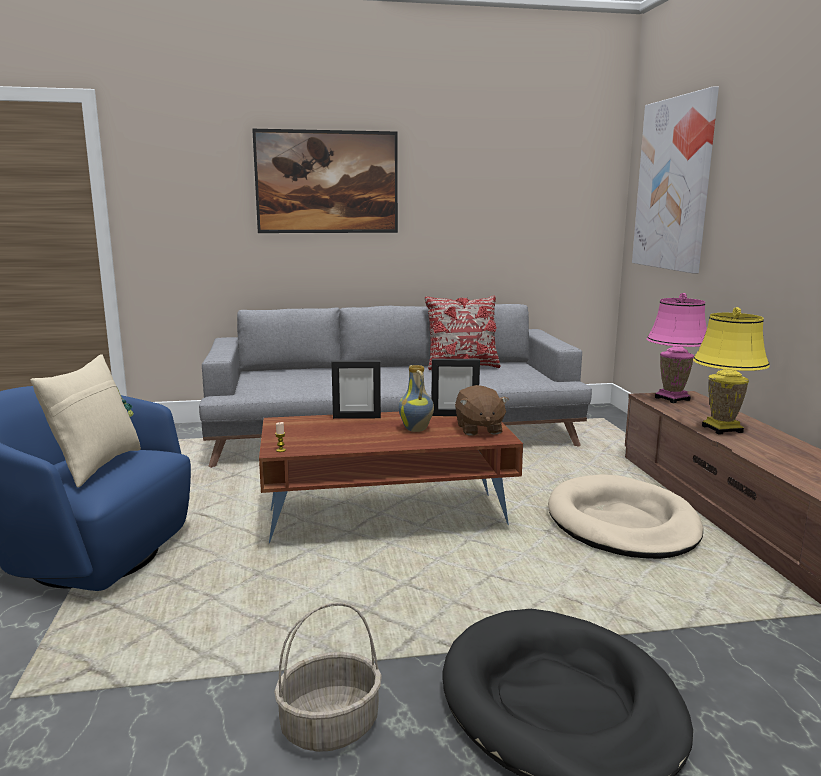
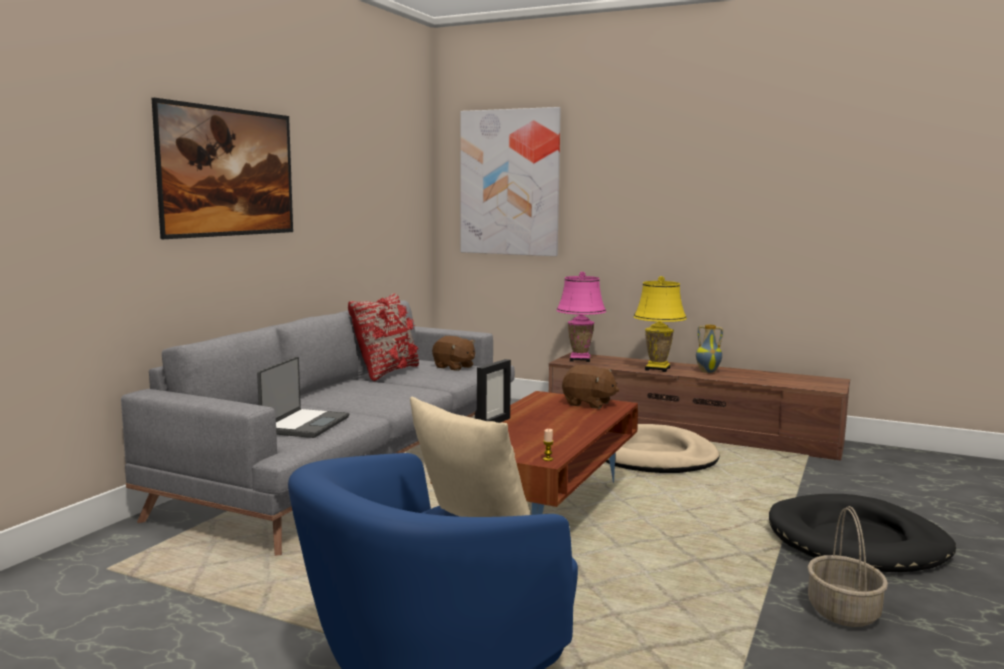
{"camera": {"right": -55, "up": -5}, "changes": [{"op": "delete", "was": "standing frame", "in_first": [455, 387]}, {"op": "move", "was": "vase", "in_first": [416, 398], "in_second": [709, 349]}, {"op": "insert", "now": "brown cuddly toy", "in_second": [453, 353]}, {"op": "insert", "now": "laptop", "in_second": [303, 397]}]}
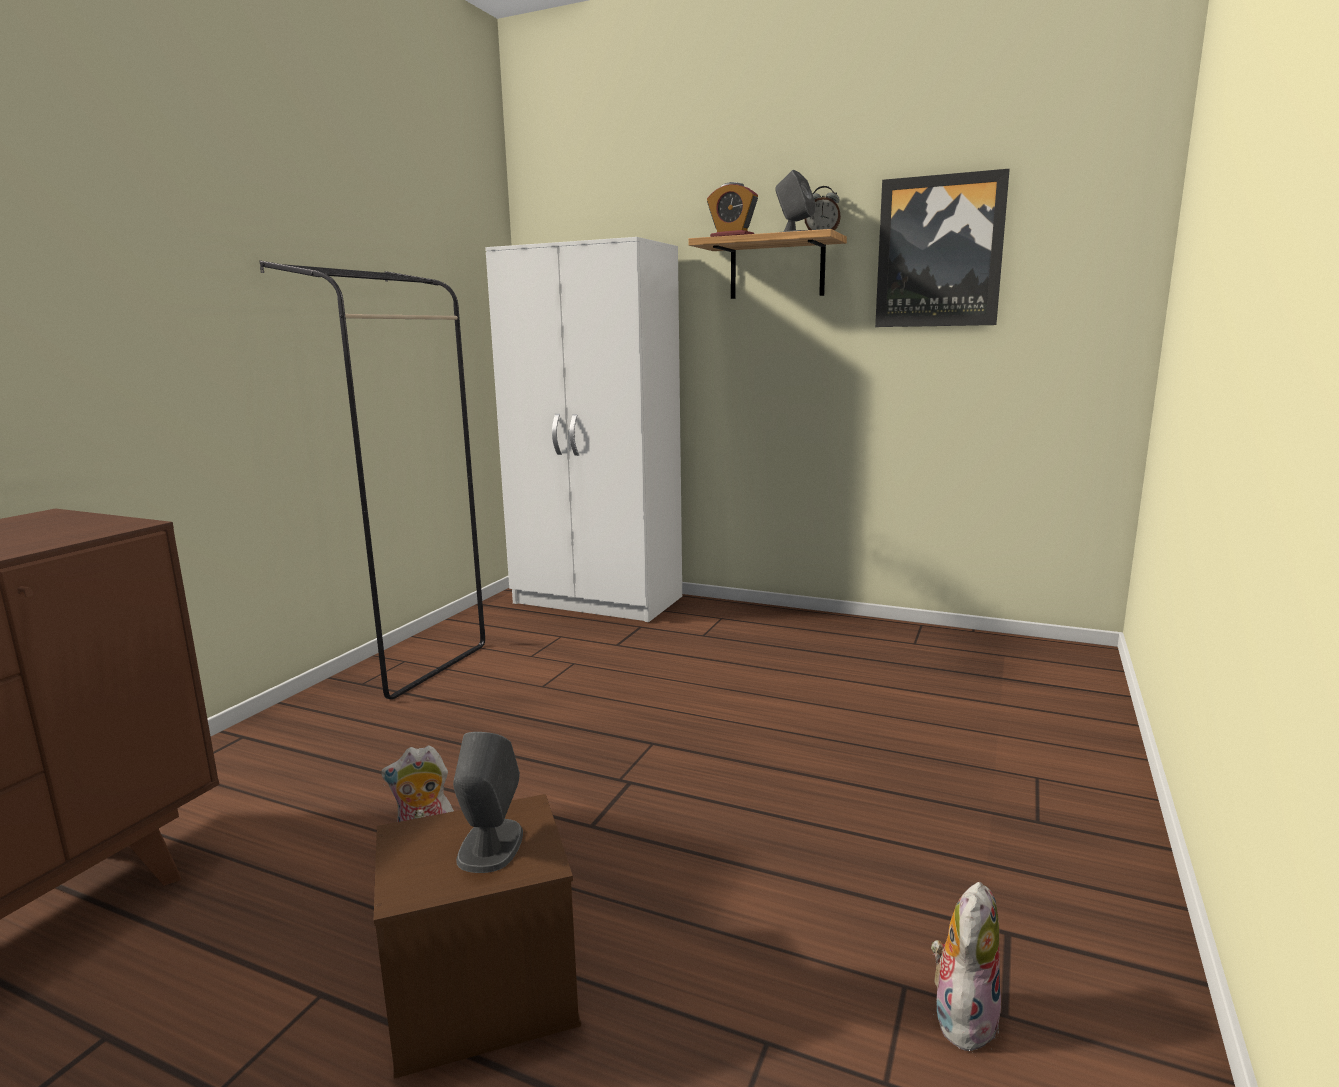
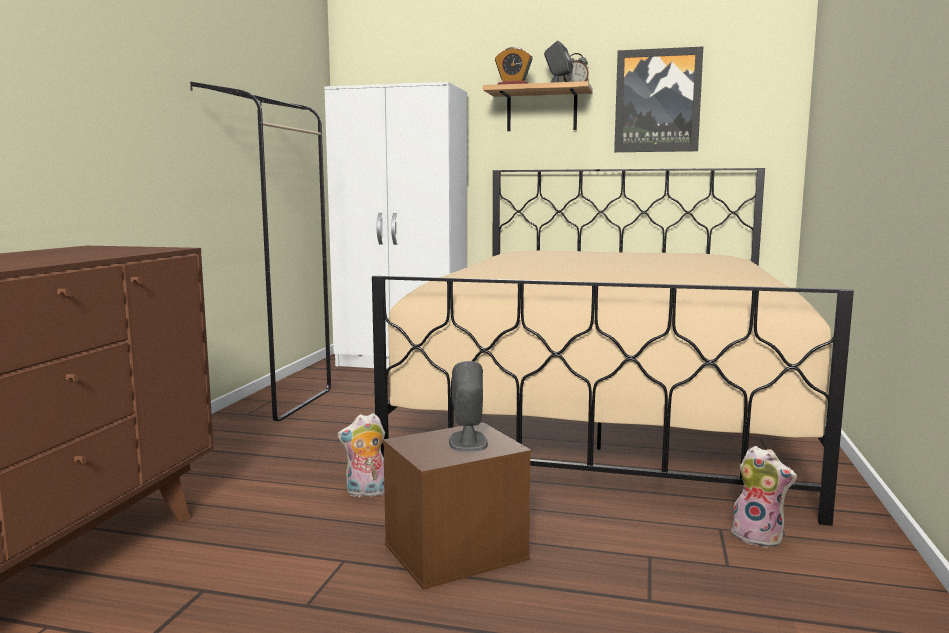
{"camera": {"right": -10, "up": -5}, "changes": [{"op": "rotate", "was": "cuddly toy", "in_first": [966, 969], "in_second": [764, 497], "clockwise": 105}, {"op": "insert", "now": "sand-coloured bedroom bed", "in_second": [613, 347]}]}
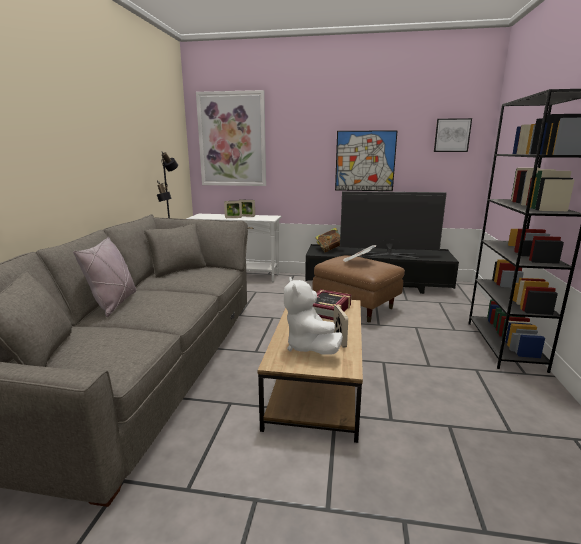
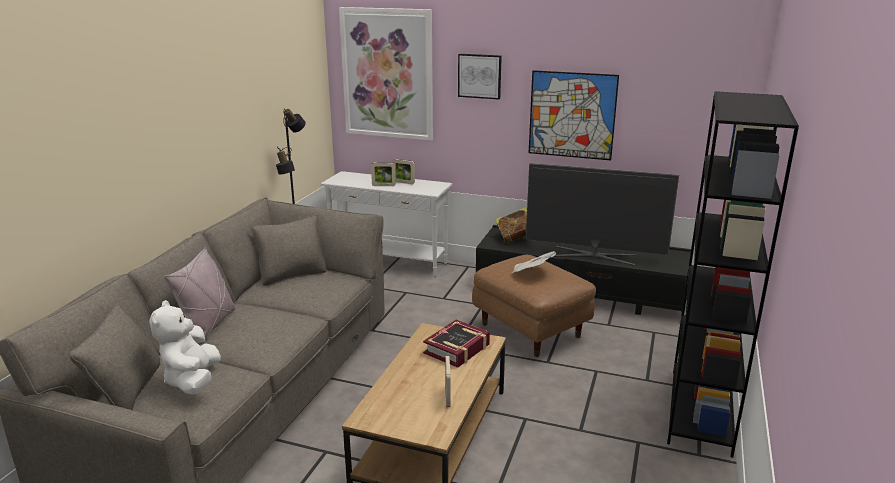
{"camera": {"right": 10, "up": 5}, "changes": [{"op": "move", "was": "picture", "in_first": [453, 135], "in_second": [480, 76]}, {"op": "move", "was": "white-coloured cuddly toy", "in_first": [313, 316], "in_second": [185, 347]}]}
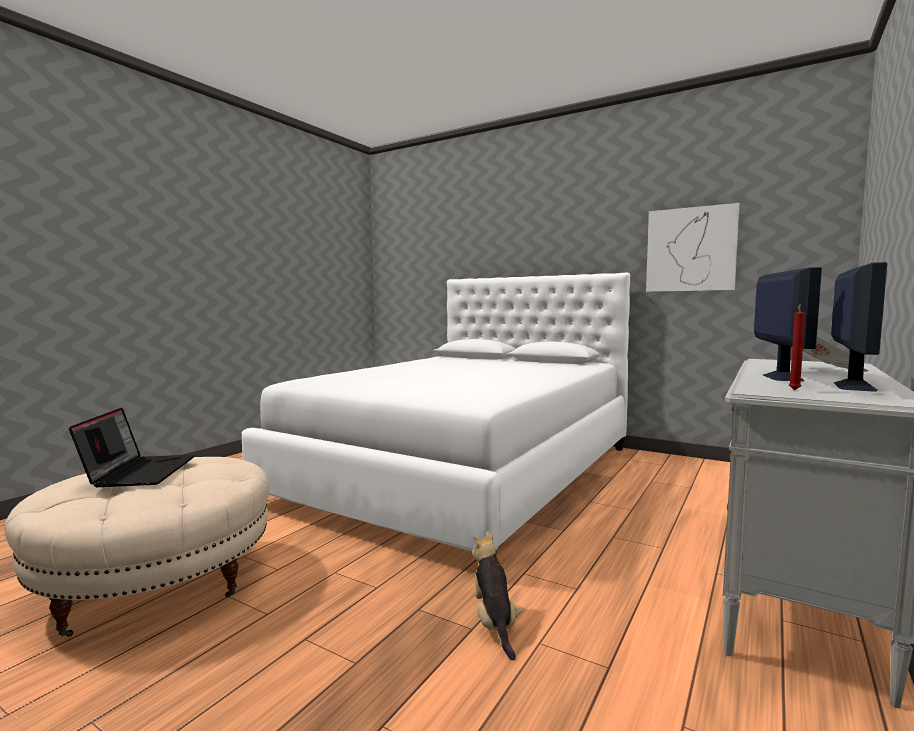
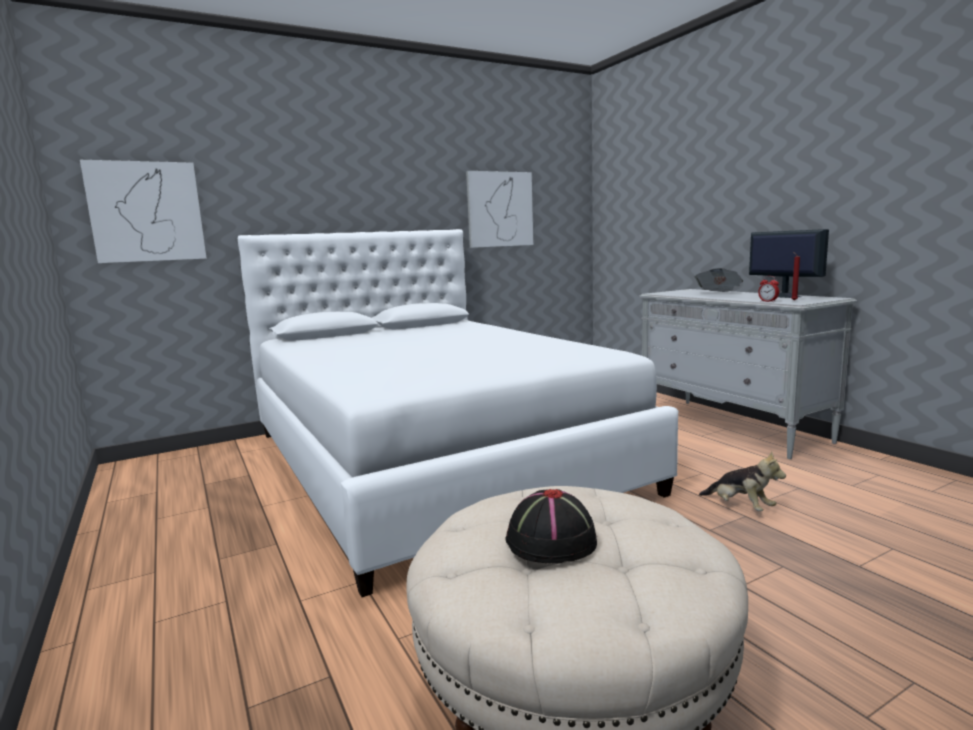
{"camera": {"right": -60, "up": 5}, "changes": [{"op": "delete", "was": "computer display", "in_first": [788, 324]}, {"op": "replace", "was": "laptop", "now": "black-coloured hat", "in_first": [132, 447], "in_second": [551, 526]}, {"op": "rotate", "was": "cuddly toy", "in_first": [497, 595], "in_second": [742, 481], "clockwise": -150}, {"op": "insert", "now": "picture", "in_second": [143, 211]}, {"op": "insert", "now": "table clock", "in_second": [768, 289]}]}
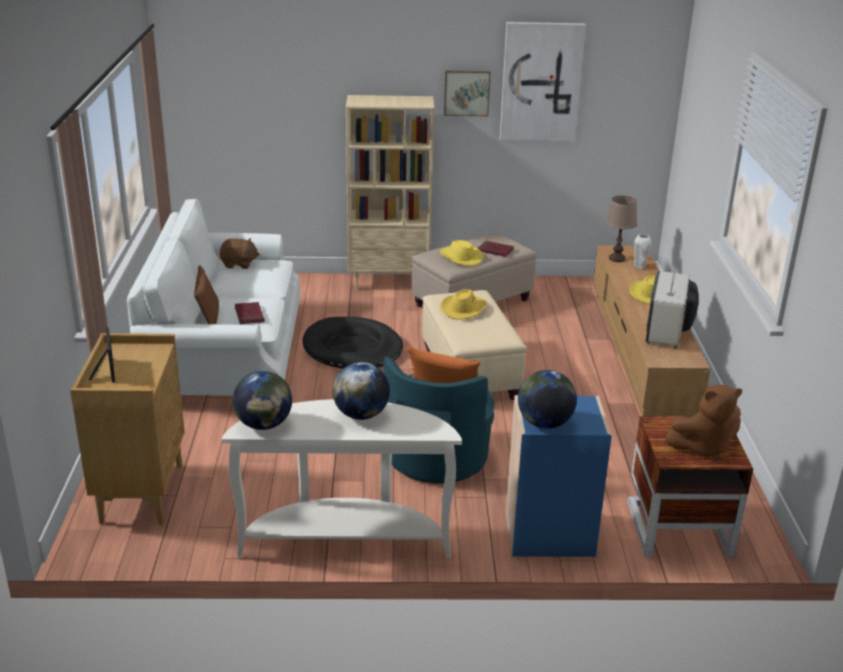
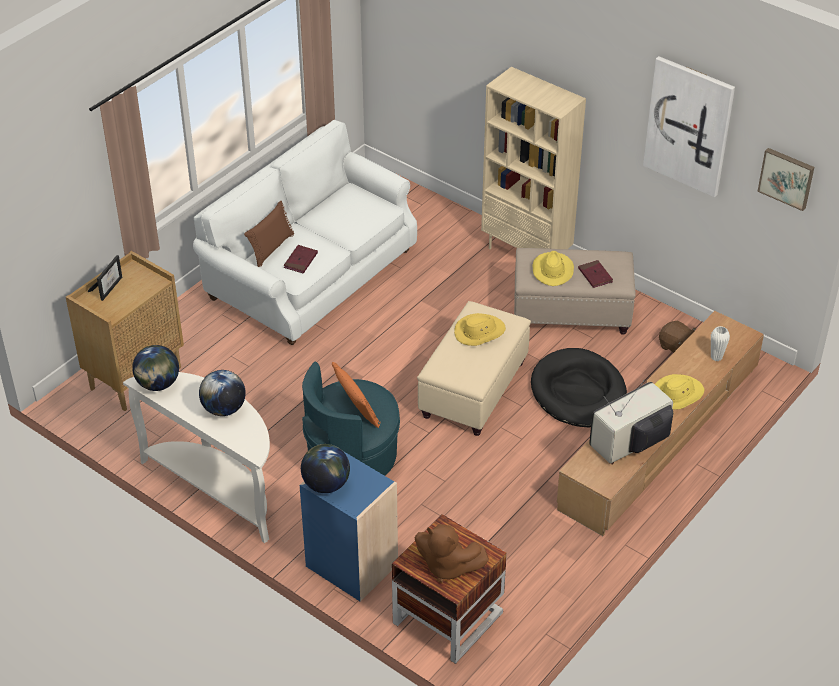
{"camera": {"right": 40, "up": 15}, "changes": [{"op": "move", "was": "picture", "in_first": [467, 93], "in_second": [785, 179]}, {"op": "delete", "was": "brown table lamp", "in_first": [621, 229]}, {"op": "move", "was": "brown cuddly toy", "in_first": [239, 253], "in_second": [677, 337]}, {"op": "move", "was": "black-coloured pet bed", "in_first": [352, 343], "in_second": [579, 387]}]}
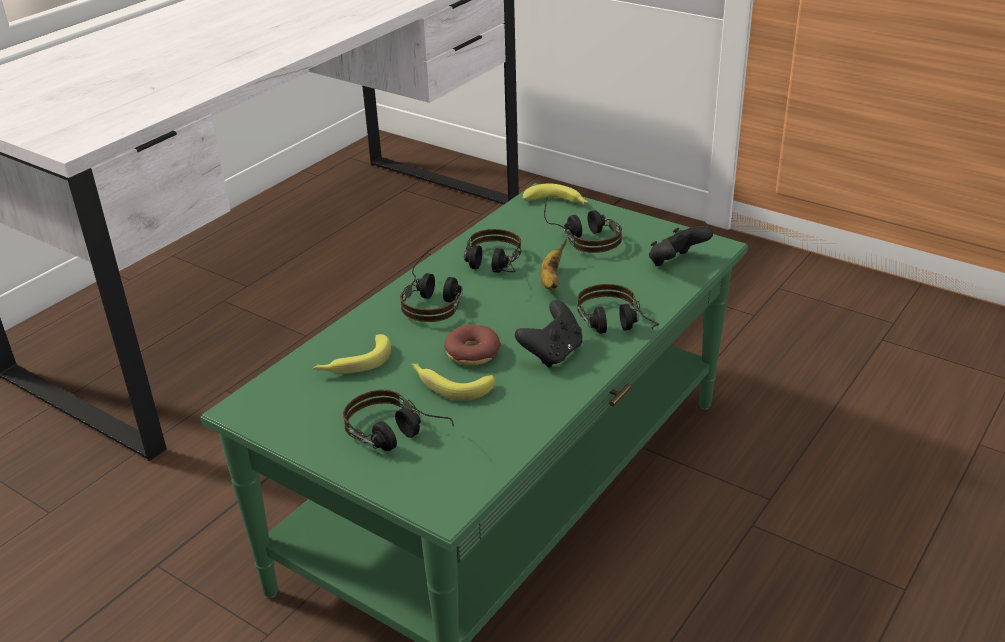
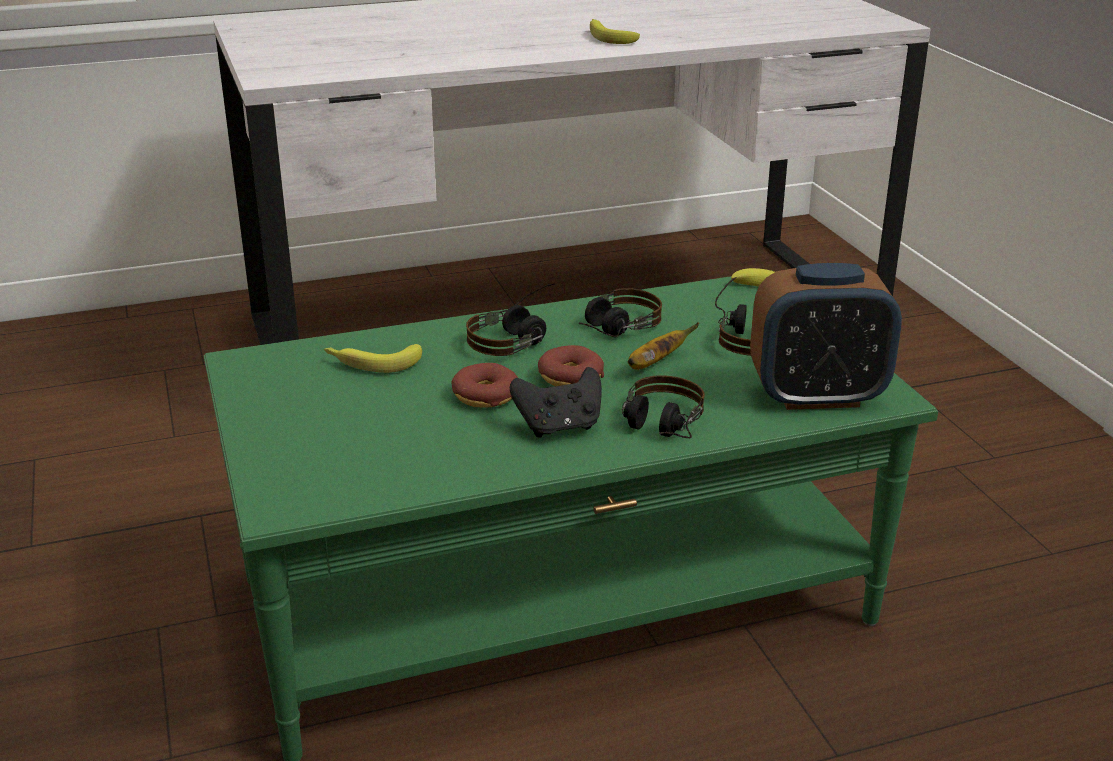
{"camera": {"right": 35, "up": -5}, "changes": [{"op": "replace", "was": "black-coloured joypad", "now": "table clock", "in_first": [681, 246], "in_second": [826, 336]}, {"op": "move", "was": "banana", "in_first": [453, 382], "in_second": [615, 31]}, {"op": "delete", "was": "headset", "in_first": [398, 420]}, {"op": "insert", "now": "doughnut", "in_second": [571, 365]}]}
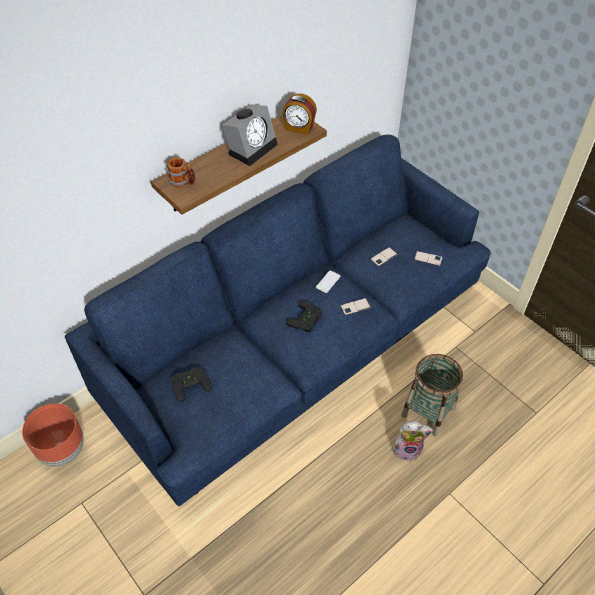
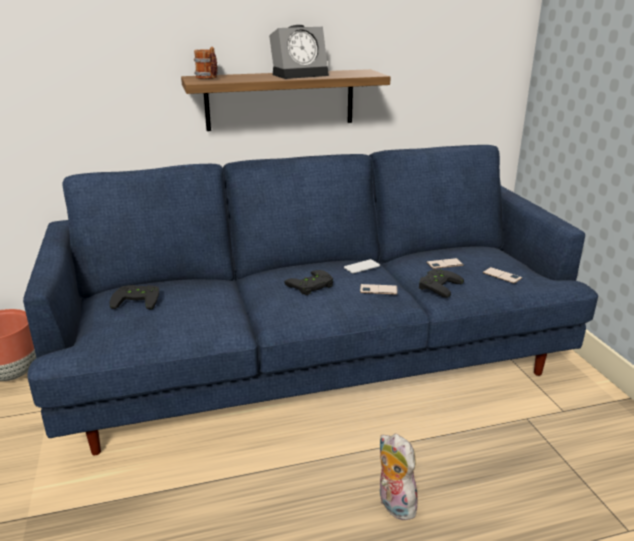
{"camera": {"right": 25, "up": -25}, "changes": [{"op": "delete", "was": "table clock", "in_first": [300, 114]}, {"op": "delete", "was": "household basket", "in_first": [432, 395]}, {"op": "rotate", "was": "cuddly toy", "in_first": [412, 441], "in_second": [400, 477], "clockwise": -150}, {"op": "insert", "now": "black-coloured joypad", "in_second": [441, 283]}]}
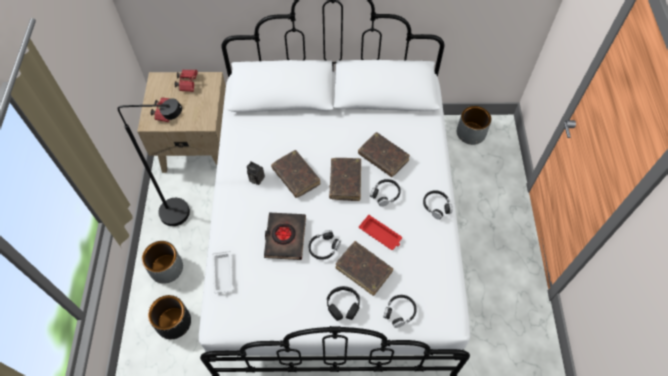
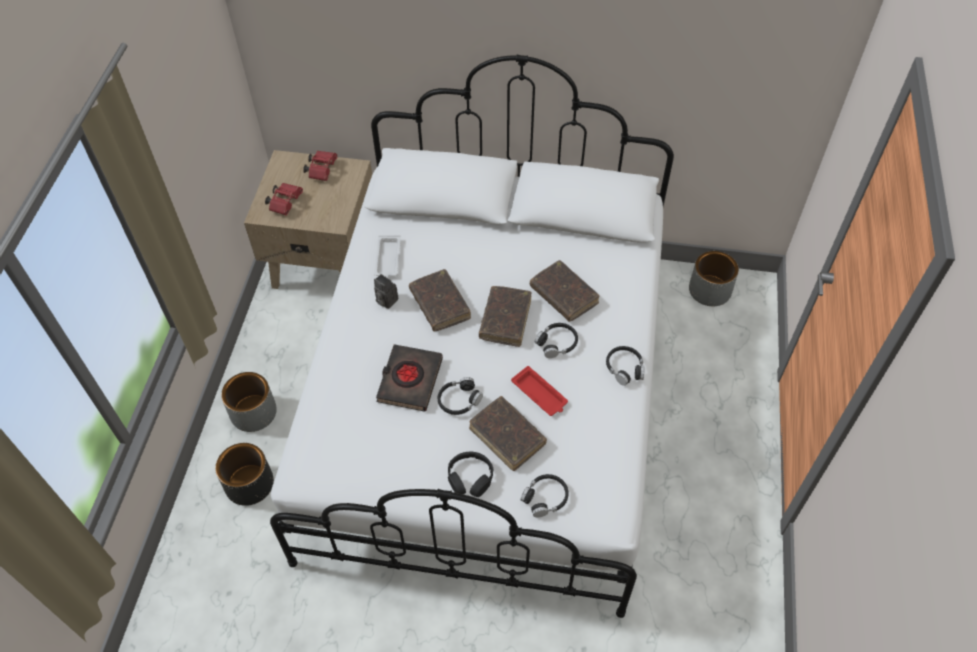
{"camera": {"right": 10, "up": -5}, "changes": [{"op": "delete", "was": "black-coloured floor lamp", "in_first": [154, 162]}, {"op": "move", "was": "white-coloured carrying tray", "in_first": [222, 273], "in_second": [387, 256]}]}
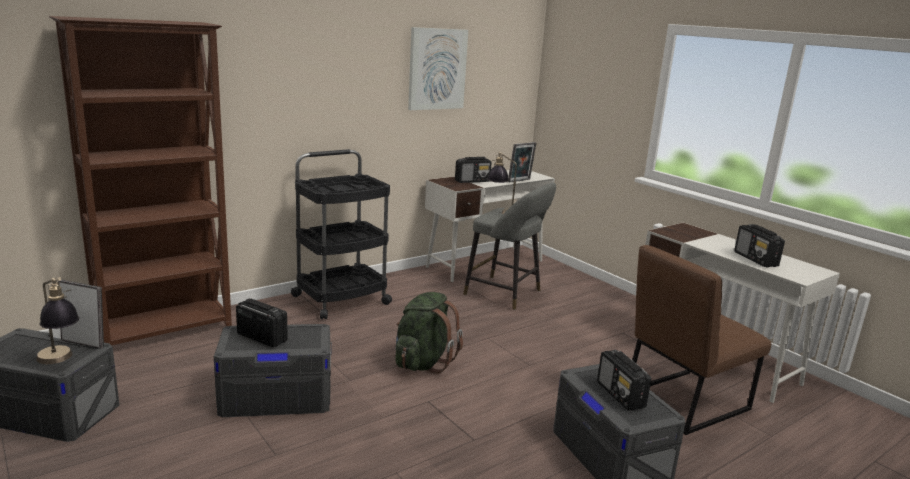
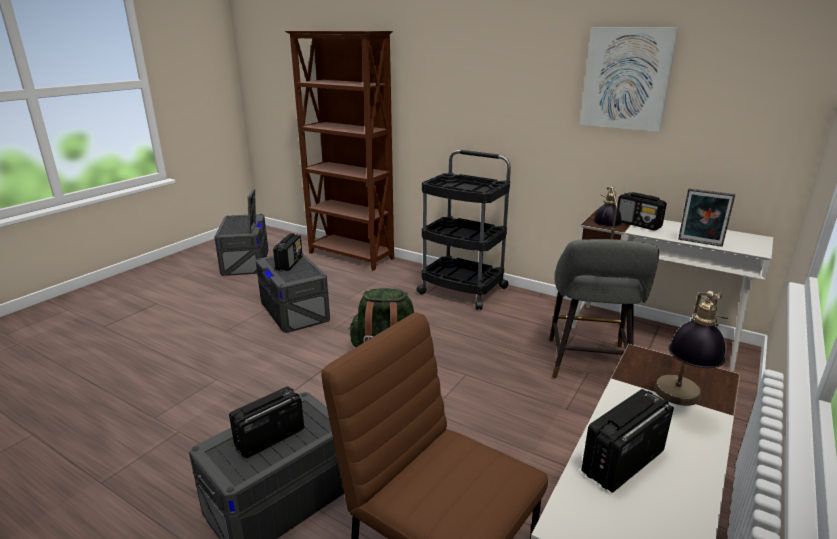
{"camera": {"right": 70, "up": 5}, "changes": [{"op": "move", "was": "table lamp", "in_first": [57, 320], "in_second": [691, 348]}]}
